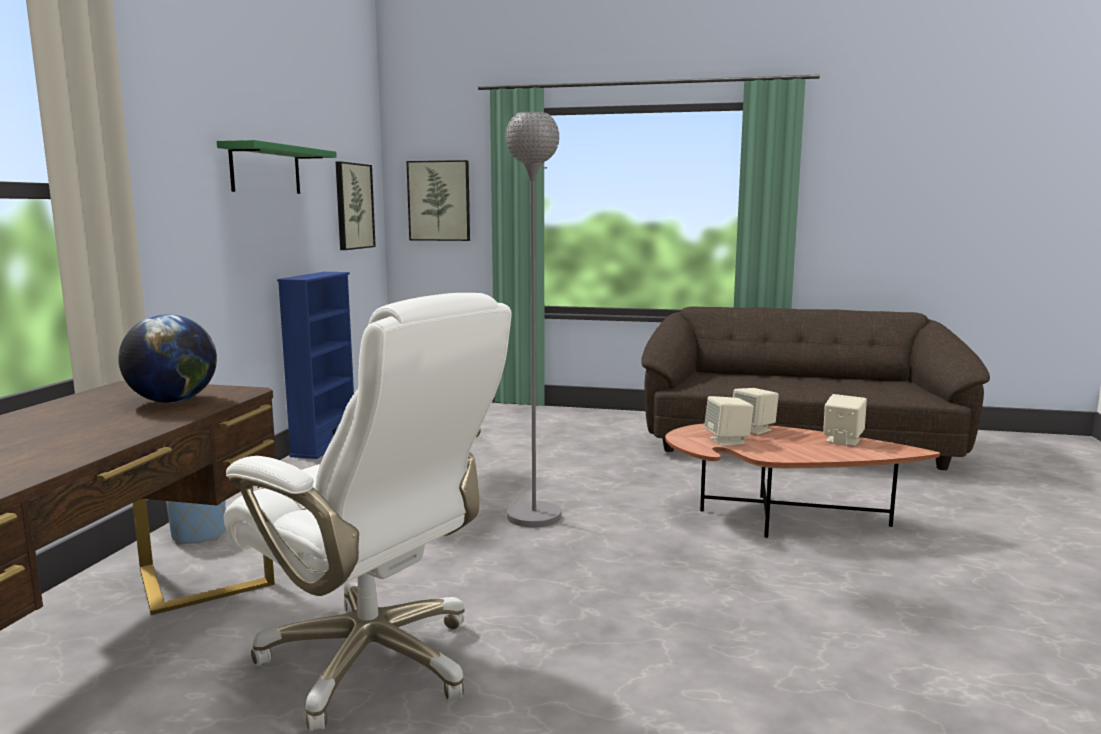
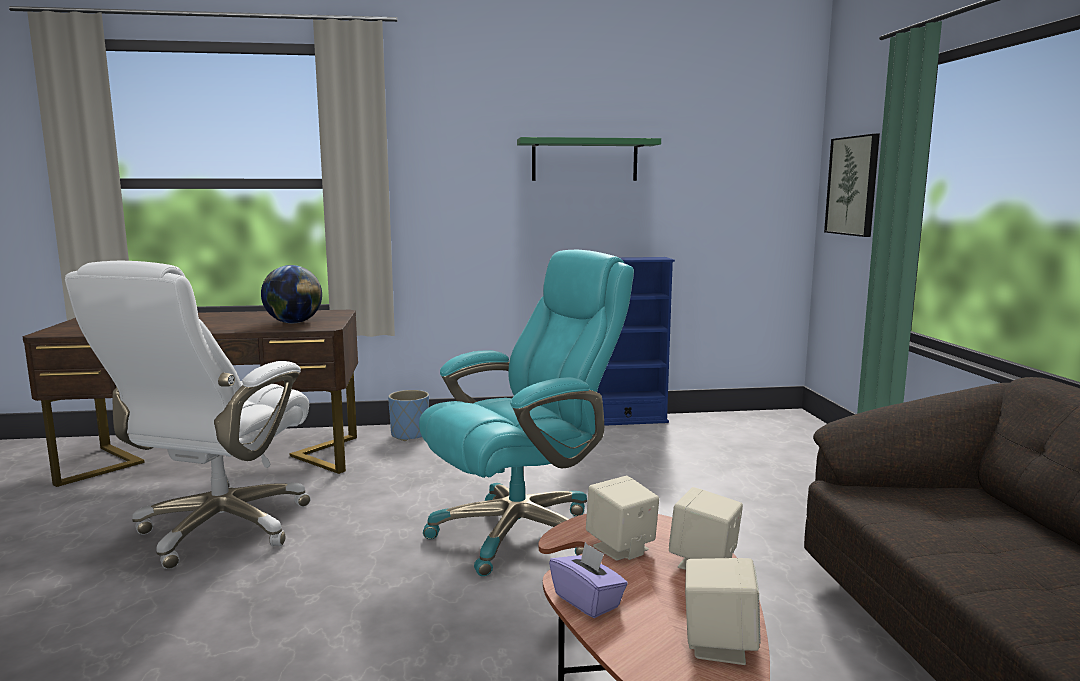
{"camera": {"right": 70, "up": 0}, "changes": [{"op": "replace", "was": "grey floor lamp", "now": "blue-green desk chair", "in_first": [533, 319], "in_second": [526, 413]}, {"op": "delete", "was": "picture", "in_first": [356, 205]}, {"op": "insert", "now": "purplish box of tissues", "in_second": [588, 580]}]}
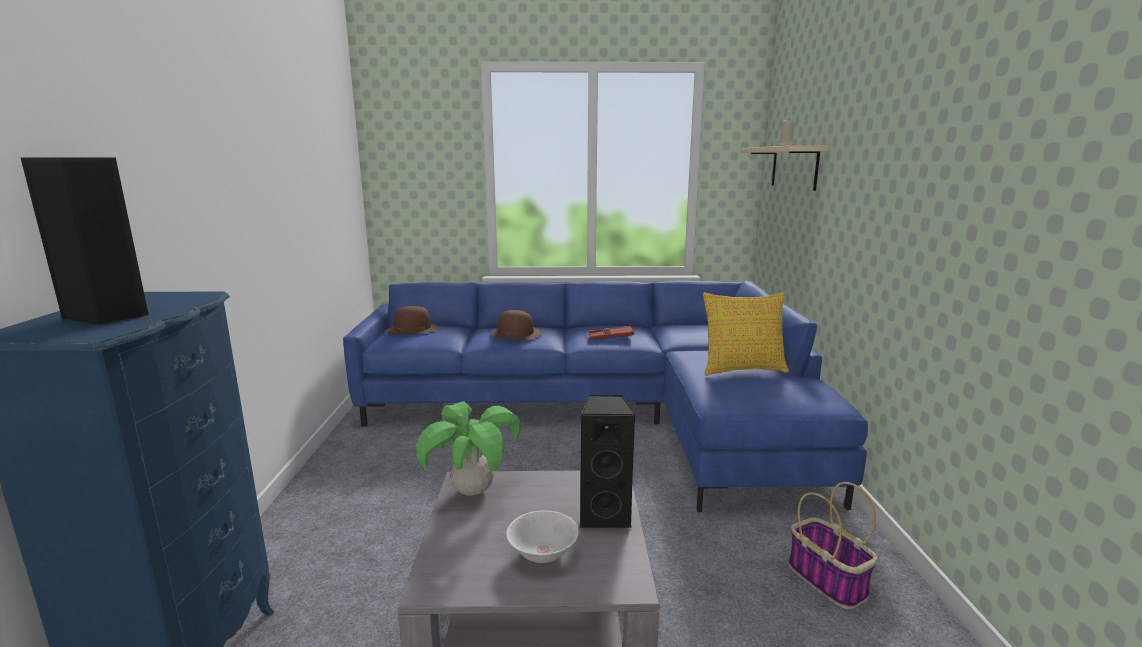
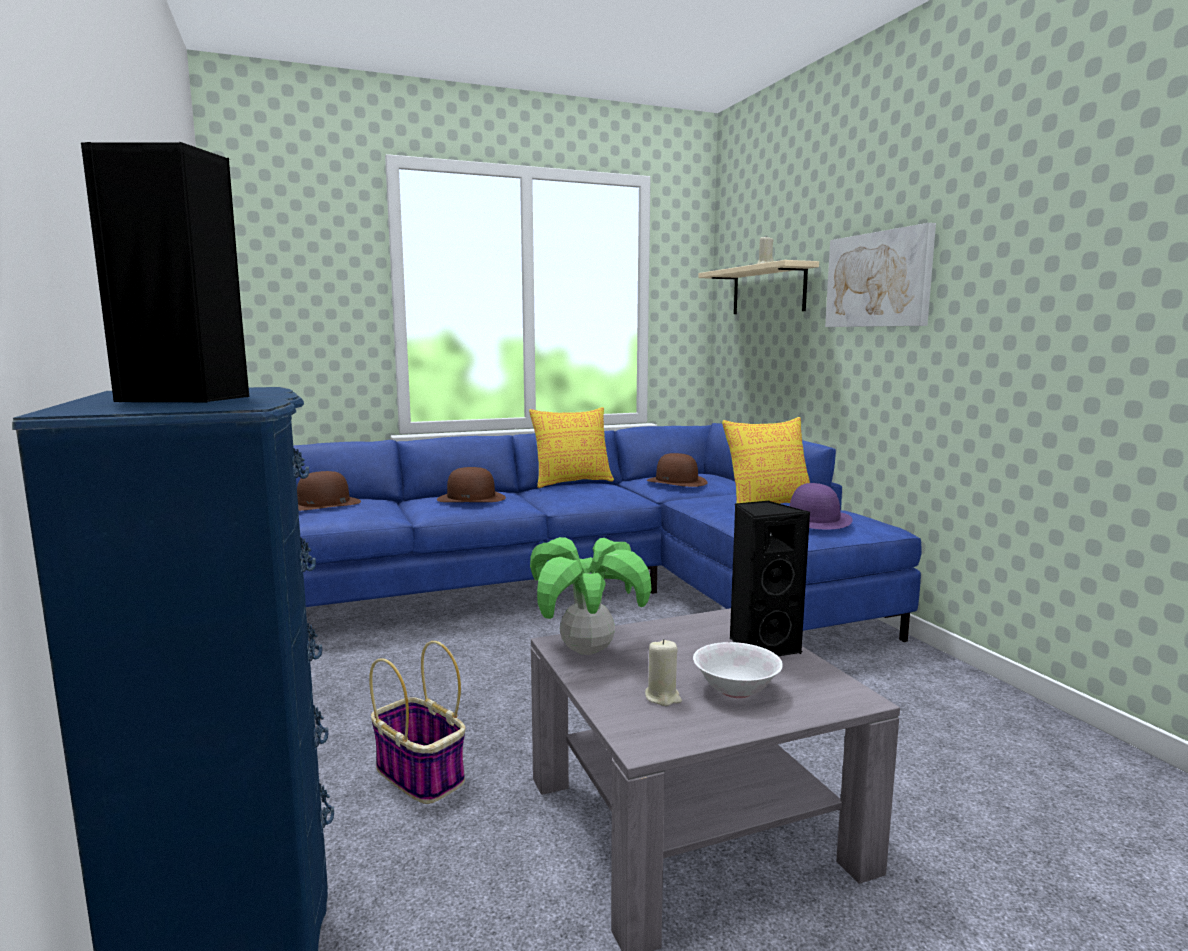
{"camera": {"right": -20, "up": -5}, "changes": [{"op": "delete", "was": "red-coloured carrying tray", "in_first": [611, 333]}, {"op": "move", "was": "household basket", "in_first": [833, 545], "in_second": [417, 722]}, {"op": "insert", "now": "picture", "in_second": [880, 275]}, {"op": "insert", "now": "yellowish pillow", "in_second": [571, 447]}, {"op": "insert", "now": "brown hat", "in_second": [677, 470]}, {"op": "insert", "now": "purplish hat", "in_second": [821, 506]}, {"op": "insert", "now": "sand-coloured wax candle", "in_second": [663, 672]}]}
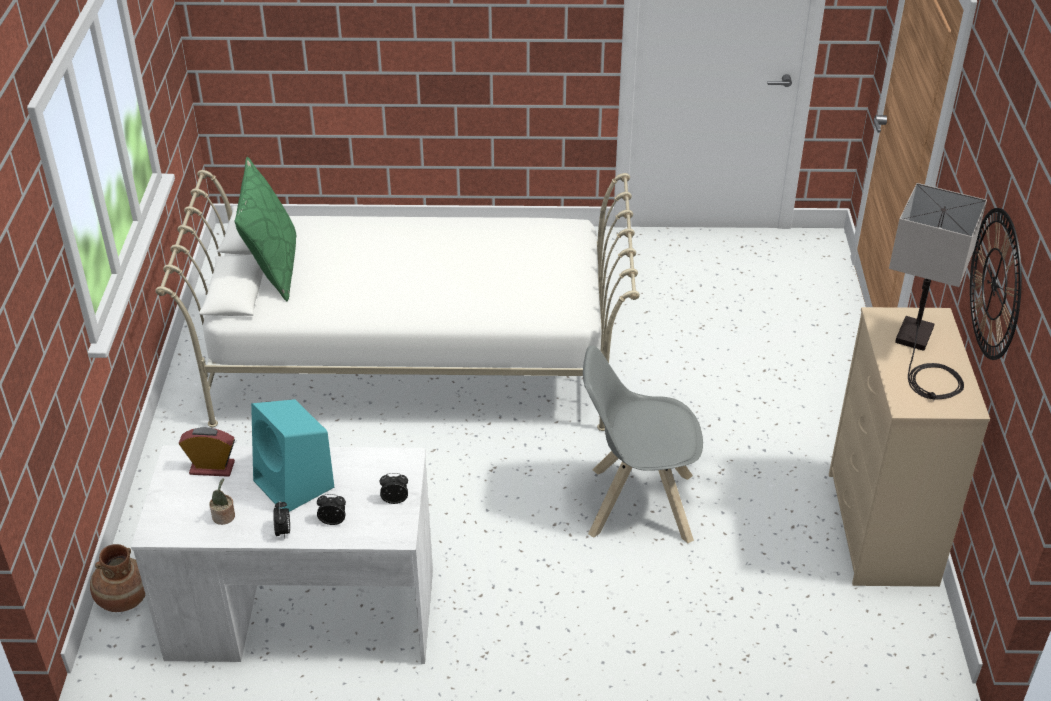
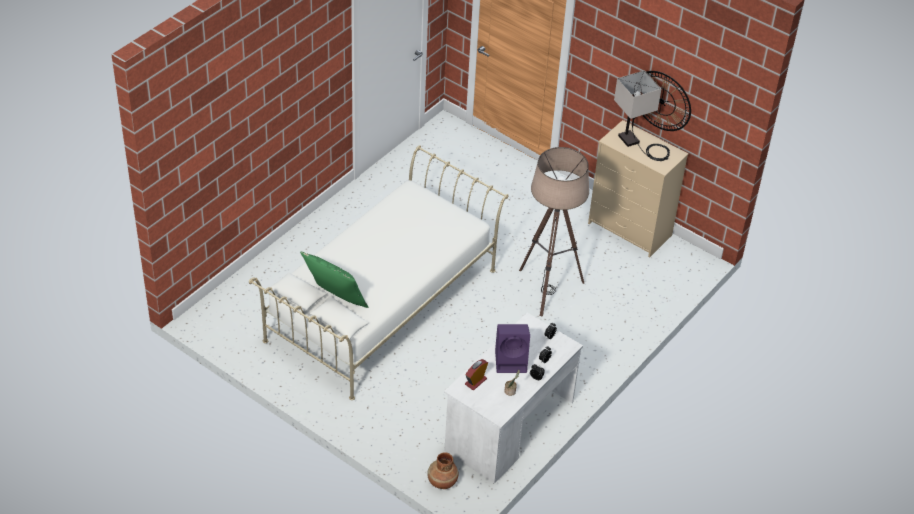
{"camera": {"right": -55, "up": 5}, "changes": [{"op": "replace", "was": "grey plain chair", "now": "floor lamp", "in_first": [643, 444], "in_second": [554, 232]}, {"op": "recolor", "was": "blue-green audio speaker", "now": "purplish audio speaker", "in_first": [292, 455], "in_second": [512, 348]}]}
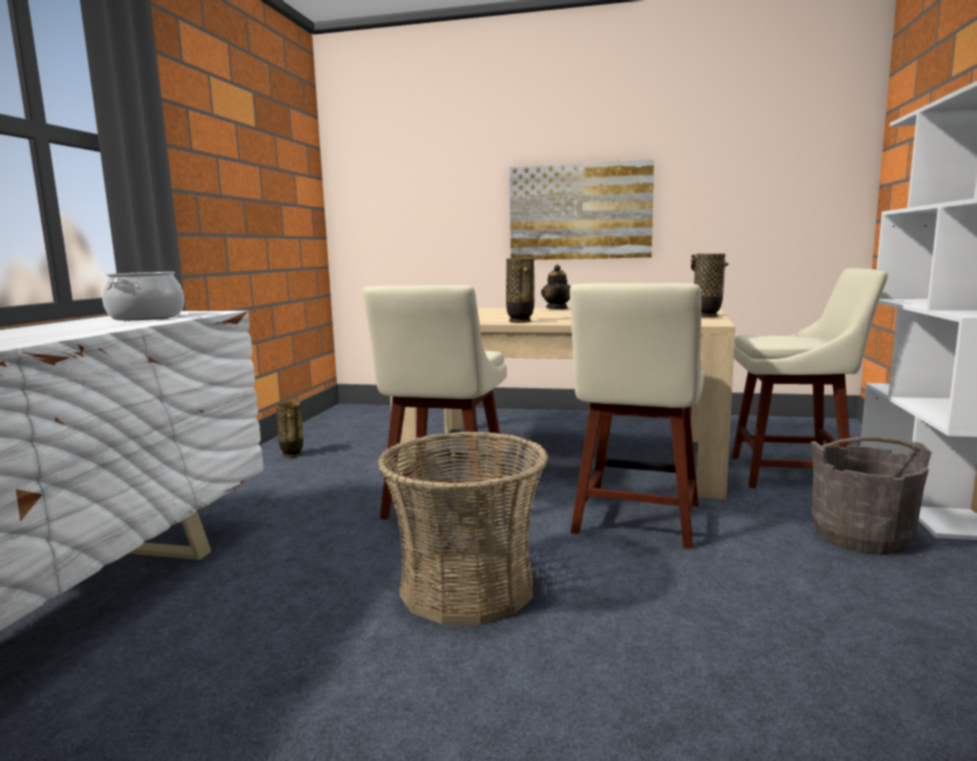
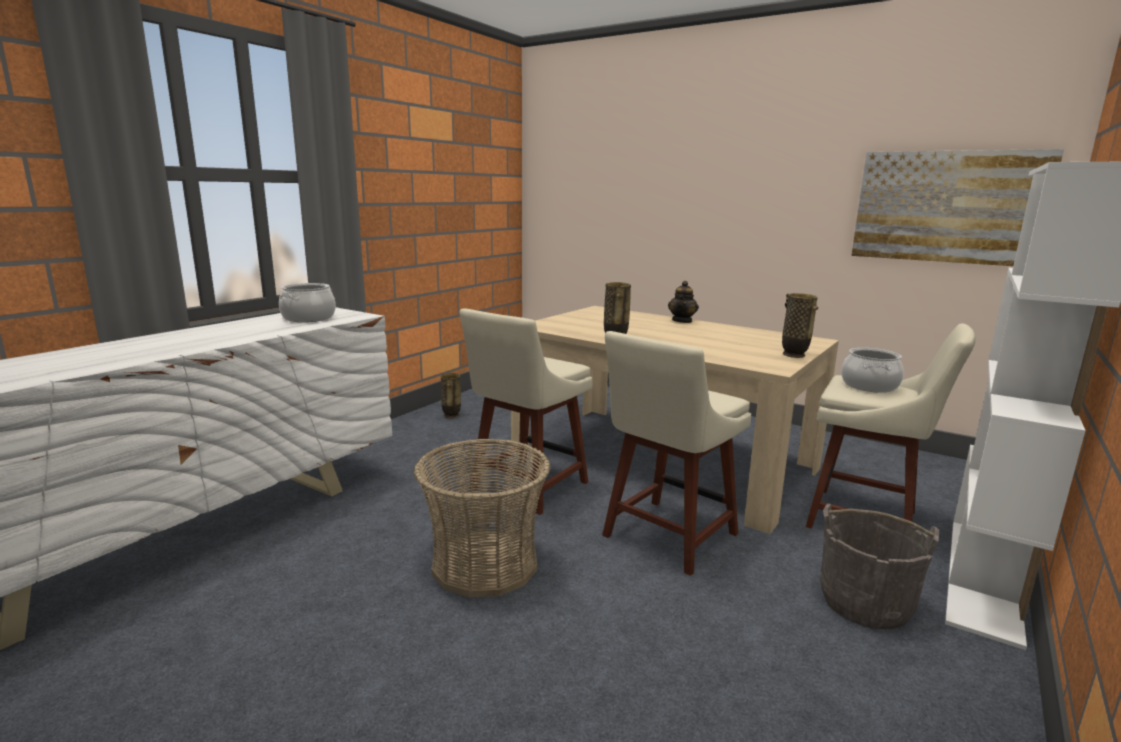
{"camera": {"right": 20, "up": 5}, "changes": [{"op": "move", "was": "picture", "in_first": [581, 209], "in_second": [957, 207]}, {"op": "insert", "now": "stockpot", "in_second": [872, 370]}]}
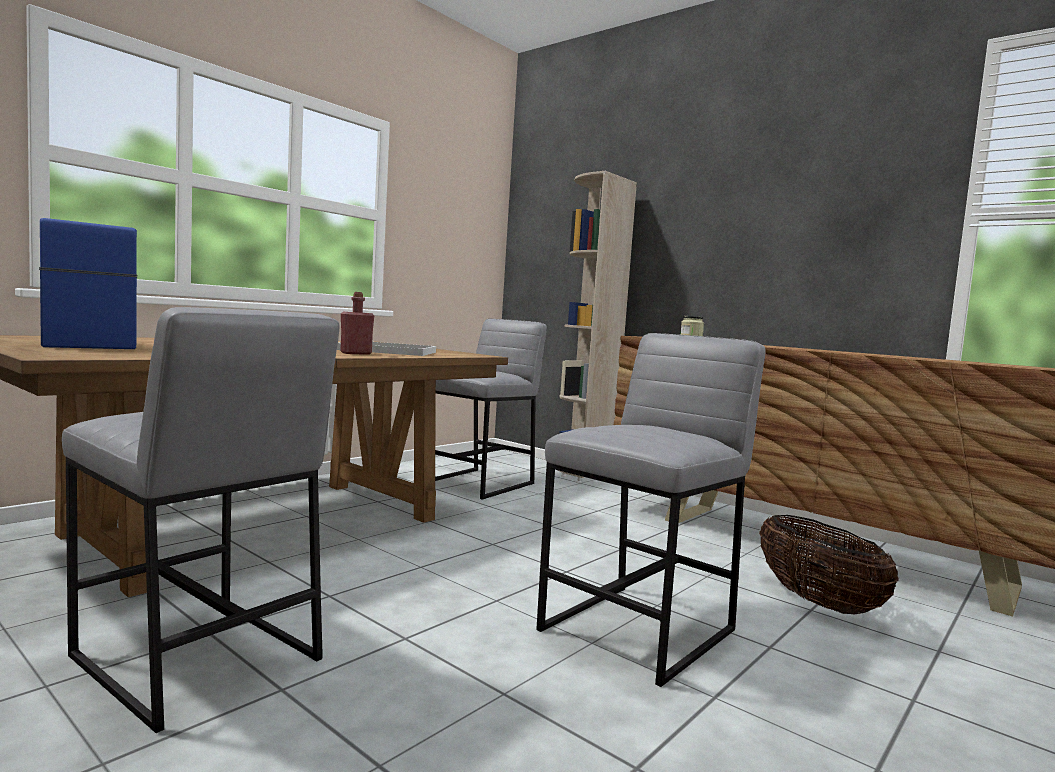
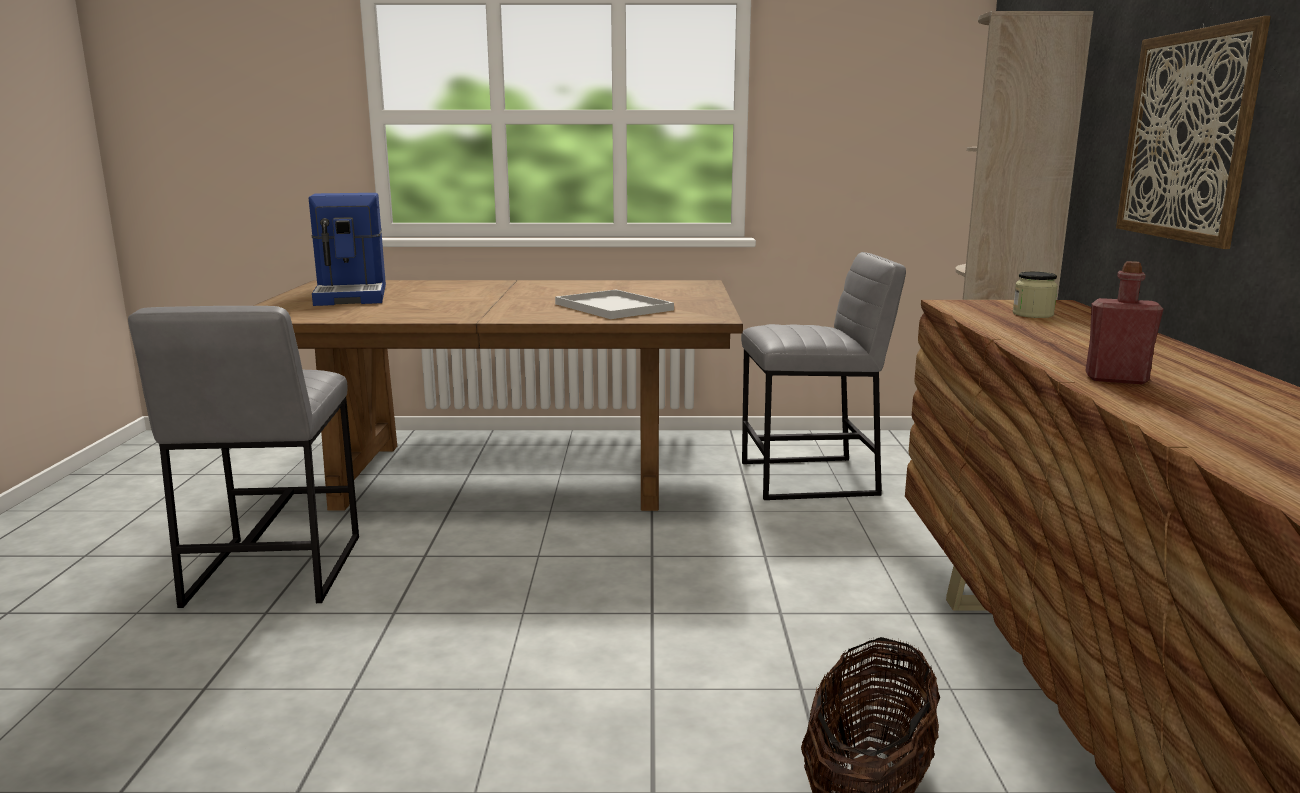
{"camera": {"right": 50, "up": 10}, "changes": [{"op": "rotate", "was": "coffee brewer", "in_first": [88, 283], "in_second": [347, 249], "clockwise": 150}, {"op": "move", "was": "red-coloured beverage bottle", "in_first": [357, 323], "in_second": [1124, 322]}, {"op": "delete", "was": "grey plain chair", "in_first": [651, 510]}, {"op": "insert", "now": "picture", "in_second": [1193, 132]}]}
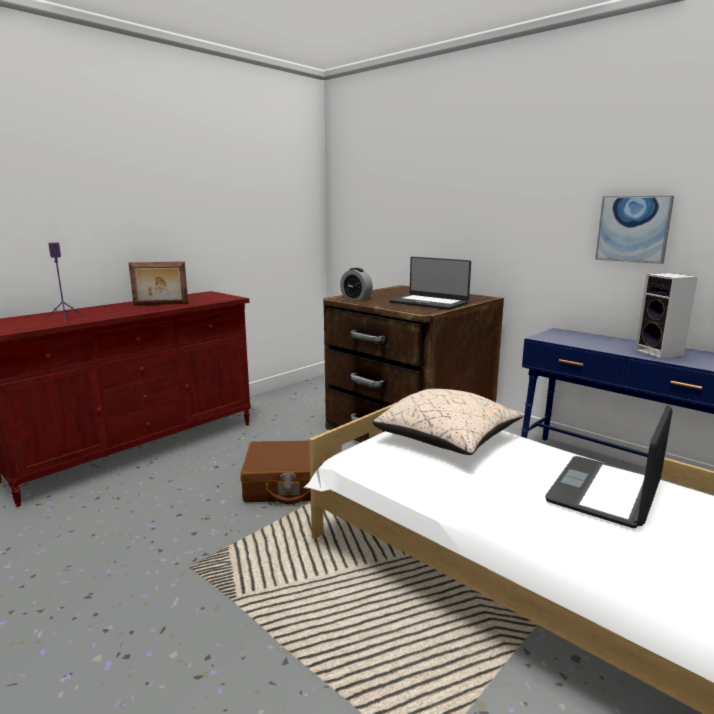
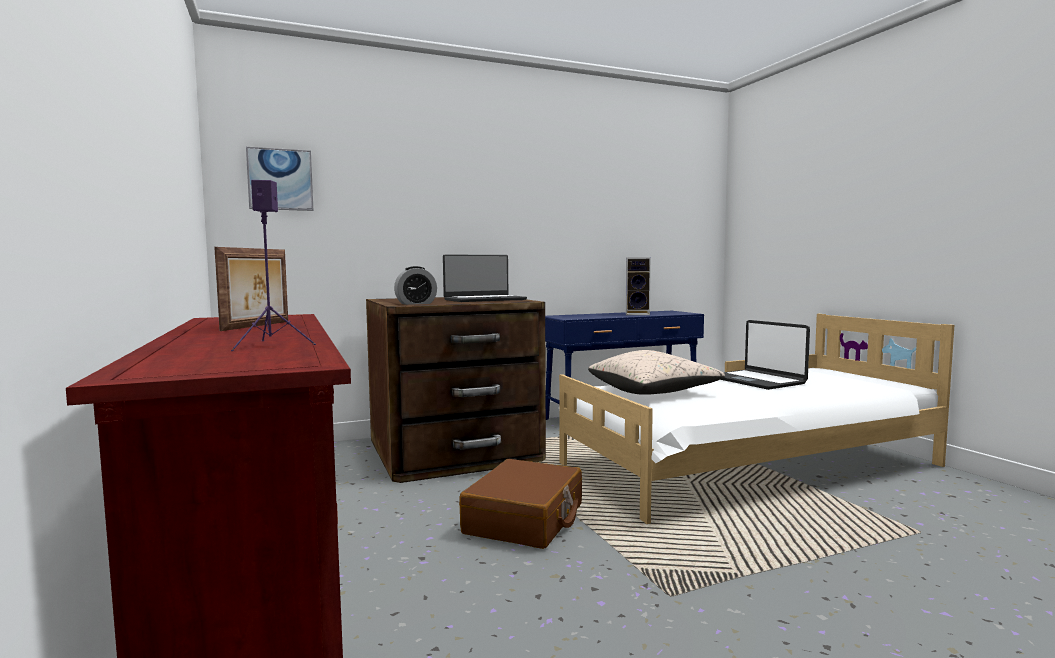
{"camera": {"right": -65, "up": -10}, "changes": [{"op": "move", "was": "picture", "in_first": [634, 230], "in_second": [279, 179]}]}
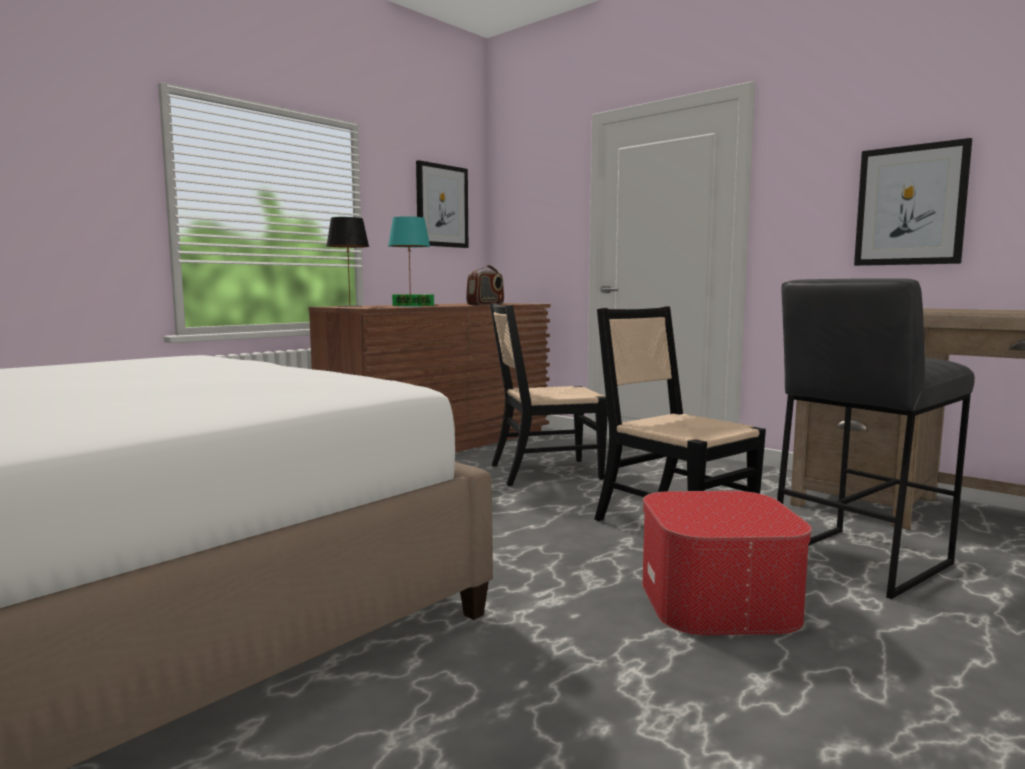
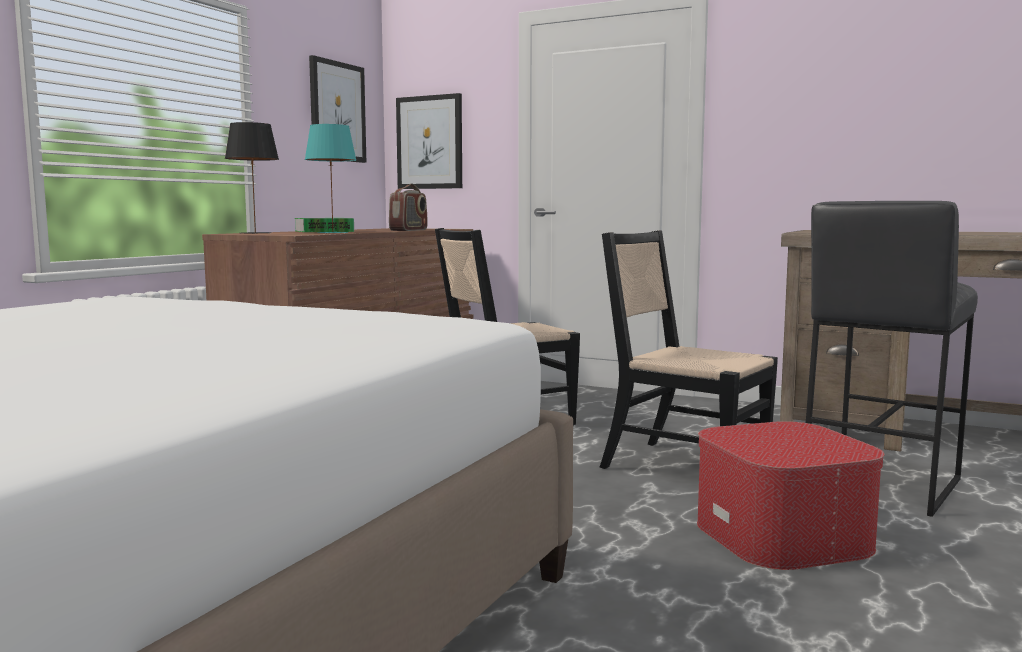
{"camera": {"right": -15, "up": 0}, "changes": [{"op": "move", "was": "picture", "in_first": [913, 202], "in_second": [429, 141]}]}
